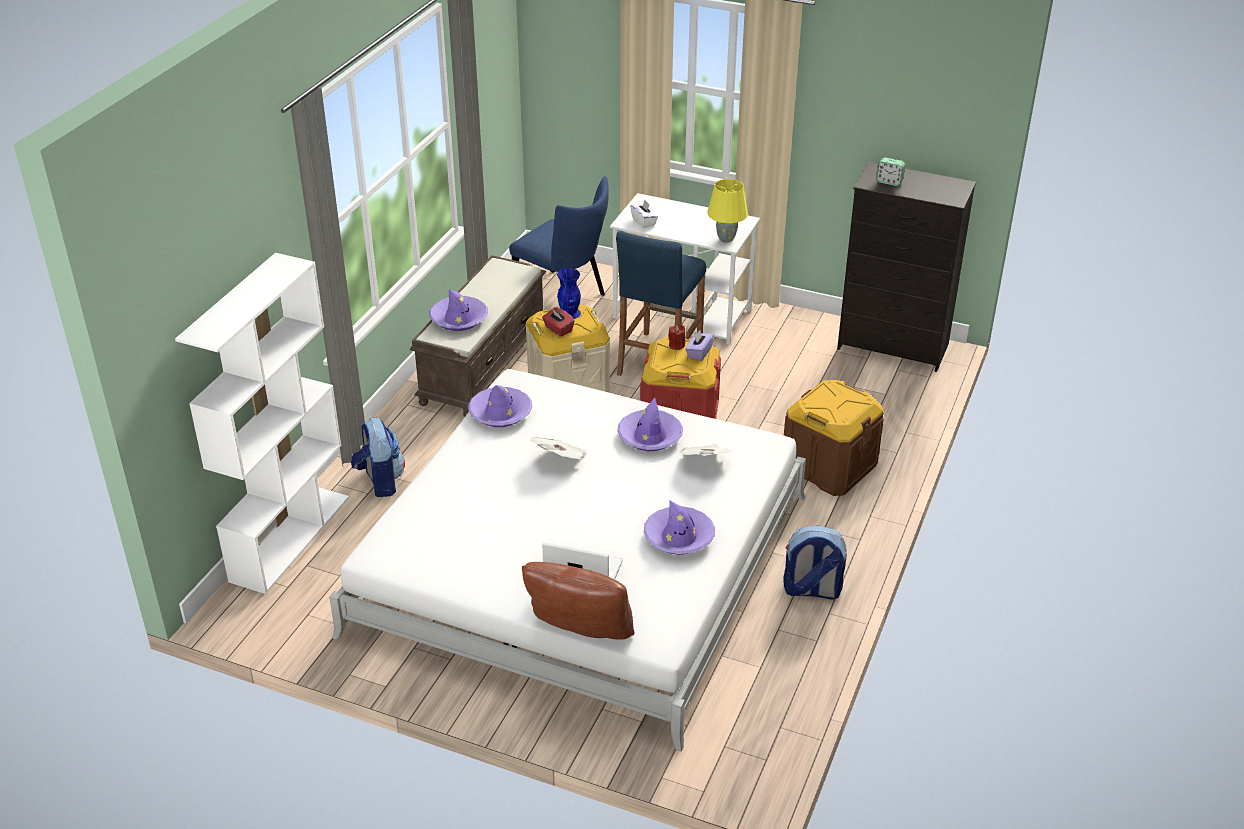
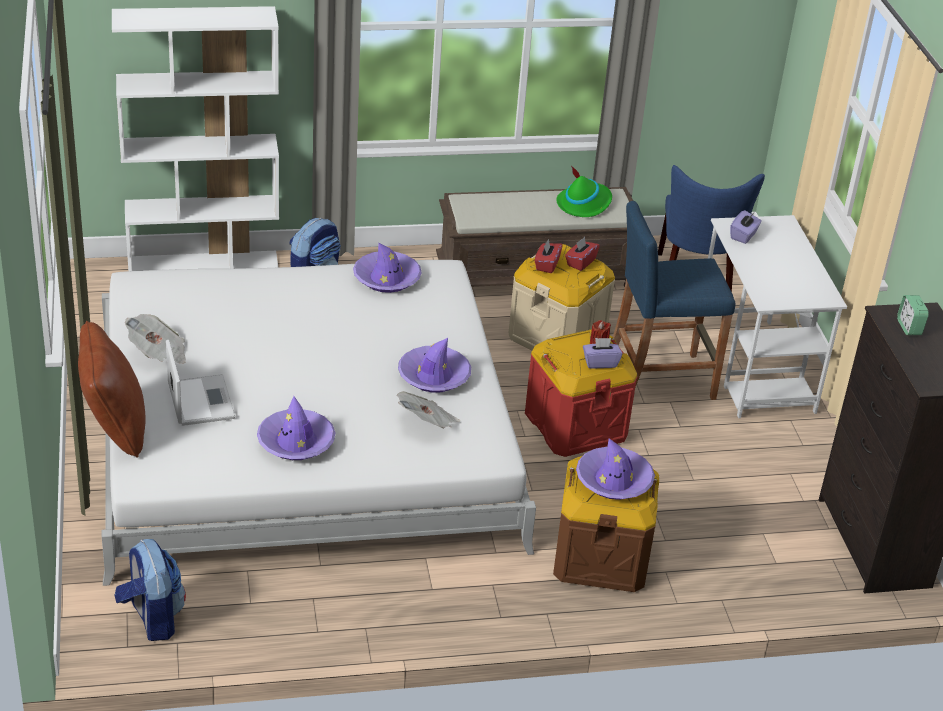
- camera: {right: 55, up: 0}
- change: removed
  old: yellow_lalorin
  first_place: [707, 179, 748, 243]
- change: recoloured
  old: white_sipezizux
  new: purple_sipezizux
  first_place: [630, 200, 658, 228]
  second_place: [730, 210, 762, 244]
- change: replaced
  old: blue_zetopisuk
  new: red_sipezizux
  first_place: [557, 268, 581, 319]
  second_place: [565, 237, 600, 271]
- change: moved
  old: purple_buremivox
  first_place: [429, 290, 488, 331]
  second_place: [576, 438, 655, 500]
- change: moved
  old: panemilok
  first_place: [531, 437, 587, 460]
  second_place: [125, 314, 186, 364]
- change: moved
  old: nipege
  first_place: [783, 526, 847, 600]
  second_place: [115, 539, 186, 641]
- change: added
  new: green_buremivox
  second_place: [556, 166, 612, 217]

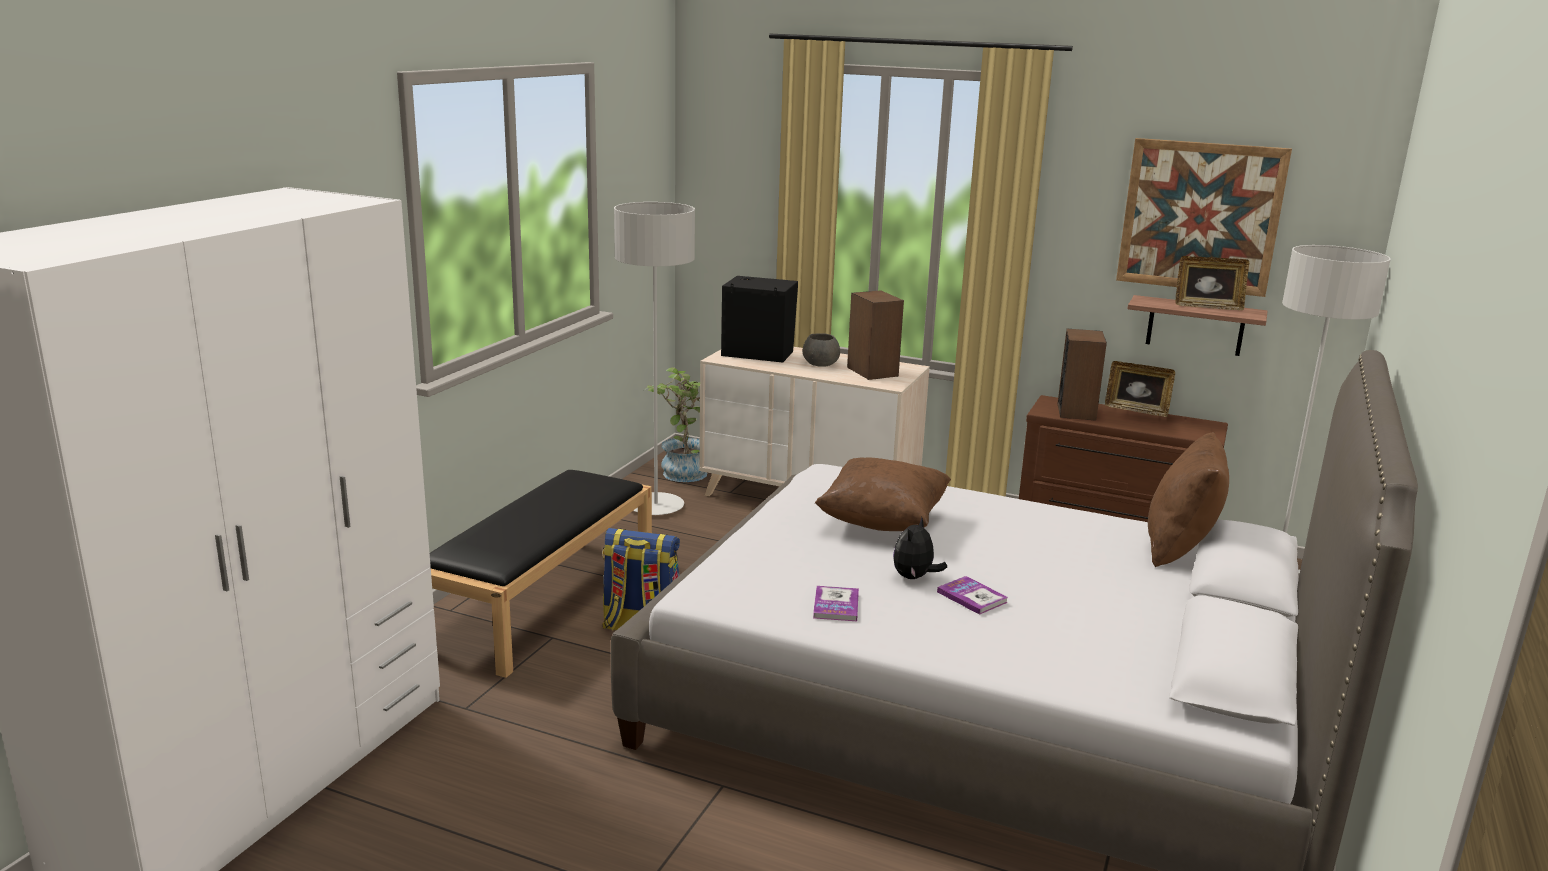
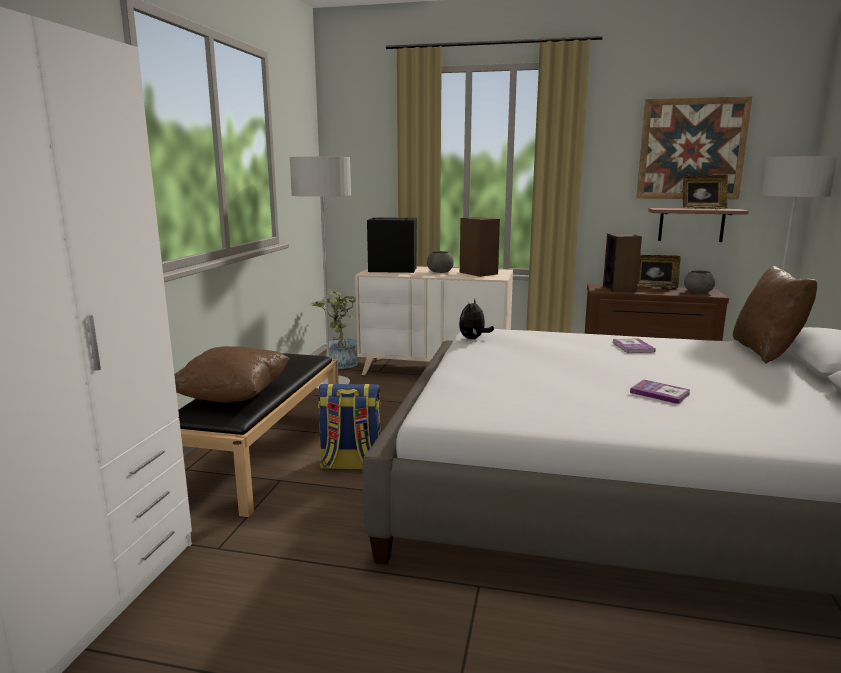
- camera: {right: -10, up: -5}
- change: moved
  old: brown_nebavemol
  first_place: [815, 458, 951, 531]
  second_place: [174, 346, 290, 403]
- change: moved
  old: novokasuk
  first_place: [893, 517, 947, 579]
  second_place: [459, 298, 494, 339]
- change: moved
  old: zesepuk
  first_place: [813, 586, 859, 621]
  second_place: [613, 338, 656, 353]
- change: added
  new: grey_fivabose
  second_place: [684, 270, 715, 293]

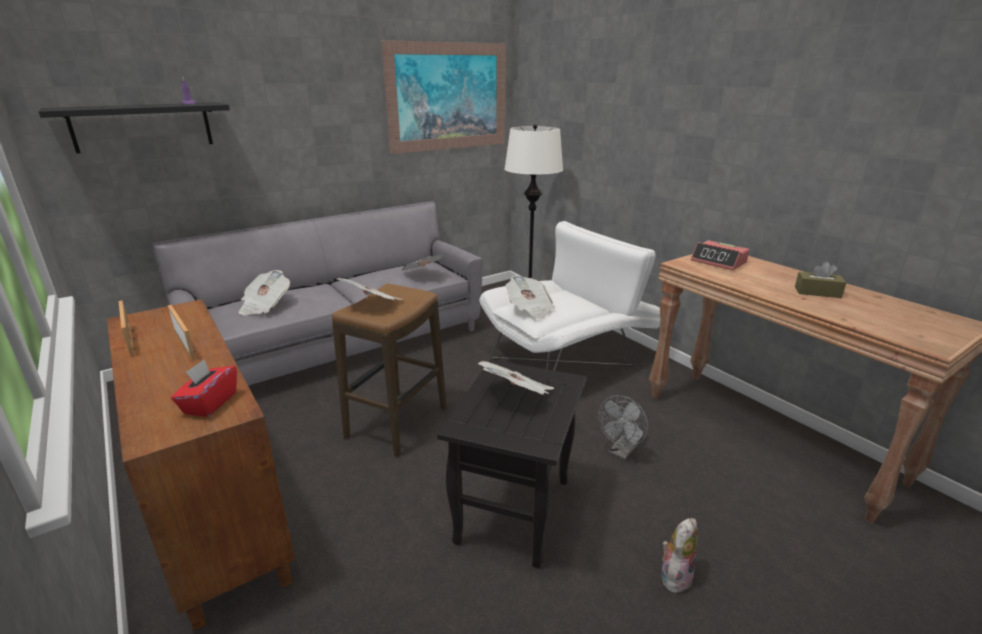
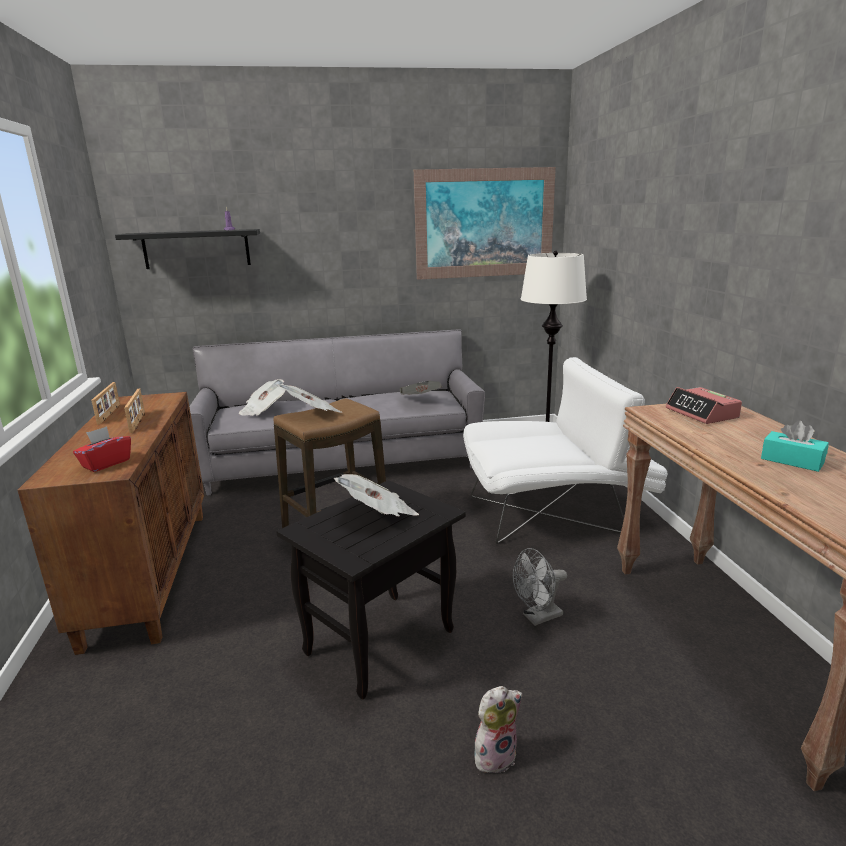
- camera: {right: 25, up: -5}
- change: recoloured
  old: brown_sipezizux
  new: turquoise_sipezizux
  first_place: [795, 262, 846, 298]
  second_place: [761, 420, 829, 472]
- change: removed
  old: panemilok
  first_place: [505, 275, 555, 320]

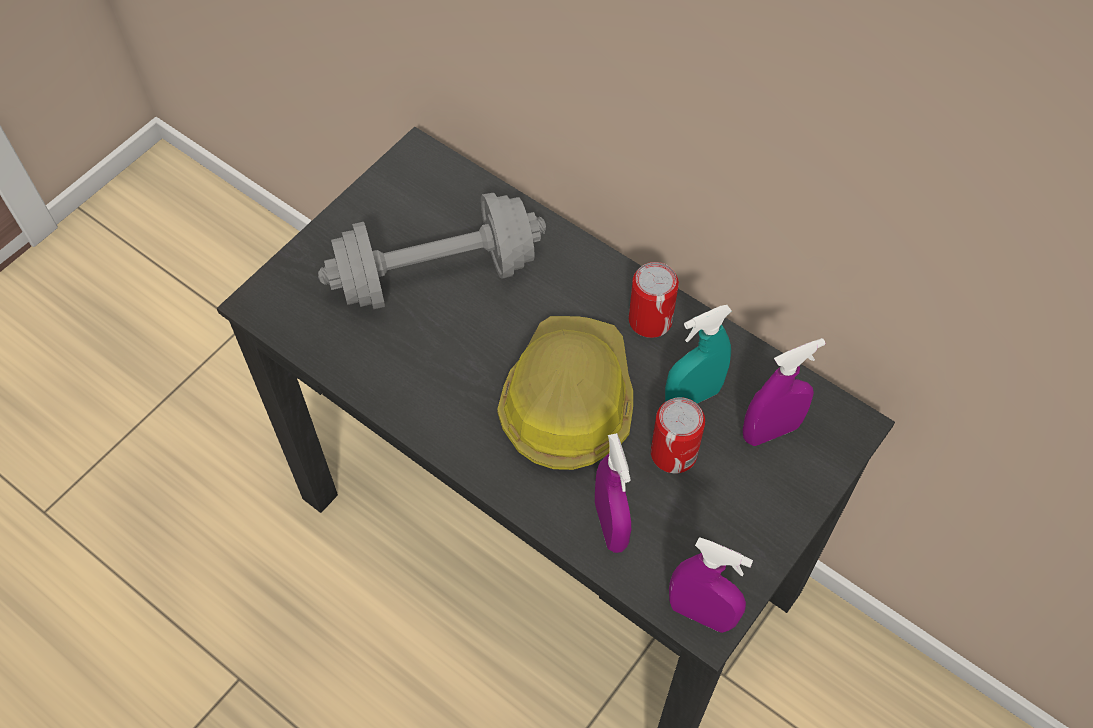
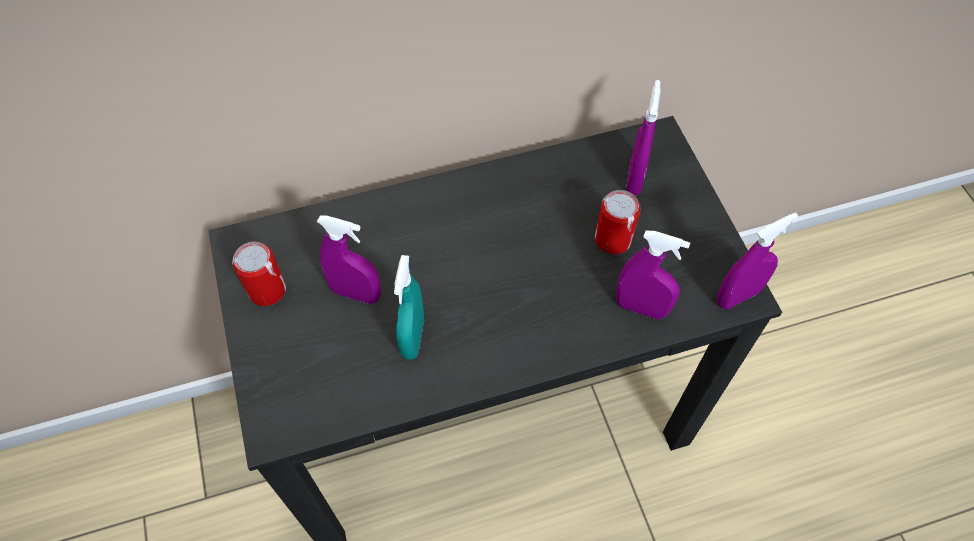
- camera: {right: -55, up: 0}
- change: replaced
  old: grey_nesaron
  new: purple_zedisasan
  first_place: [318, 193, 546, 309]
  second_place: [317, 215, 381, 304]
- change: moved
  old: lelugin
  first_place: [629, 262, 679, 338]
  second_place: [232, 241, 286, 306]
- change: moved
  old: turquoise_zedisasan
  first_place: [665, 305, 732, 404]
  second_place: [394, 255, 424, 360]
- change: removed
  old: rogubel
  first_place: [497, 316, 633, 470]

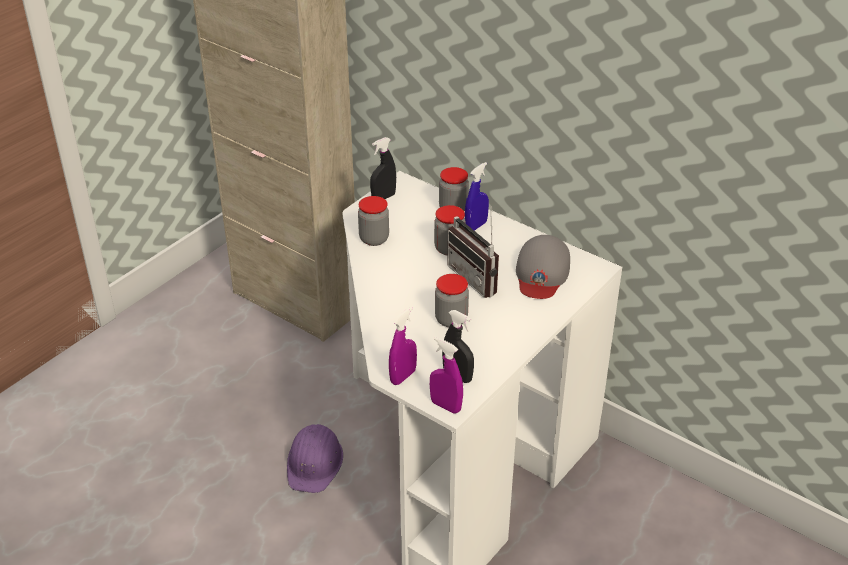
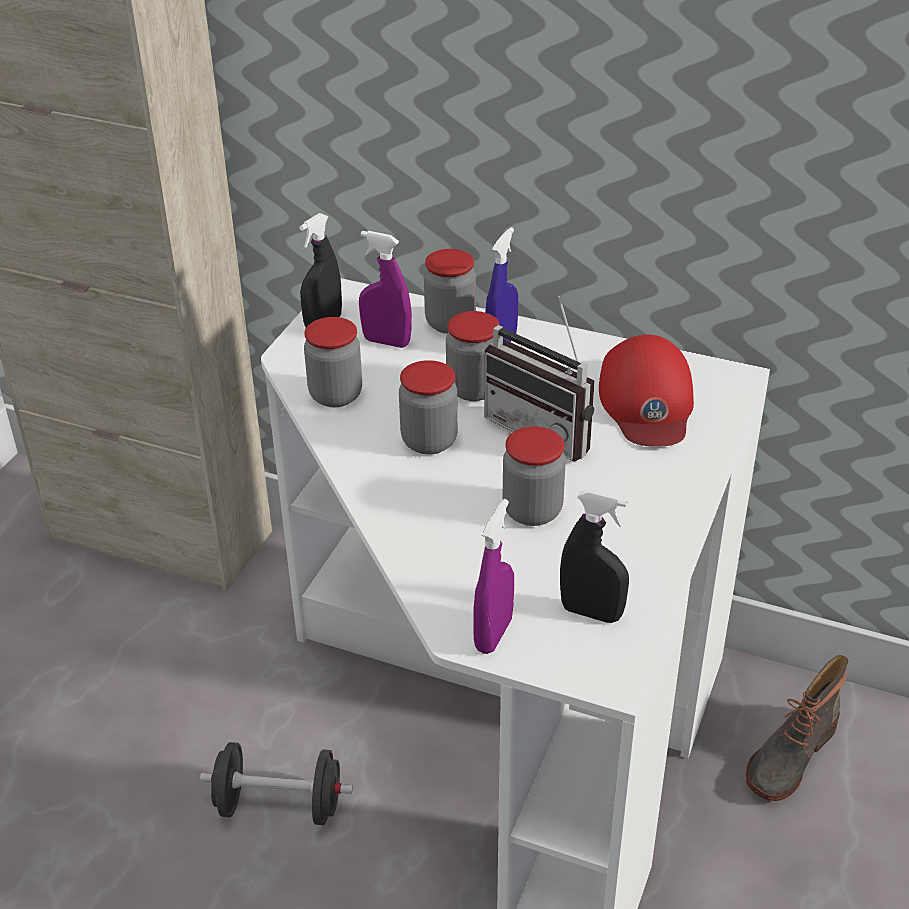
- camera: {right: -15, up: 0}
- change: recoloured
  old: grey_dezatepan
  new: red_dezatepan
  first_place: [516, 235, 570, 299]
  second_place: [599, 335, 694, 447]
- change: moved
  old: purple_zedisasan
  first_place: [430, 337, 463, 414]
  second_place: [359, 231, 412, 348]
- change: replaced
  old: purple_rogubel
  new: black_nesaron
  first_place: [287, 424, 343, 493]
  second_place: [200, 742, 353, 825]
- change: added
  new: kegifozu
  second_place: [399, 360, 458, 454]
- change: added
  new: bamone
  second_place: [746, 655, 849, 801]

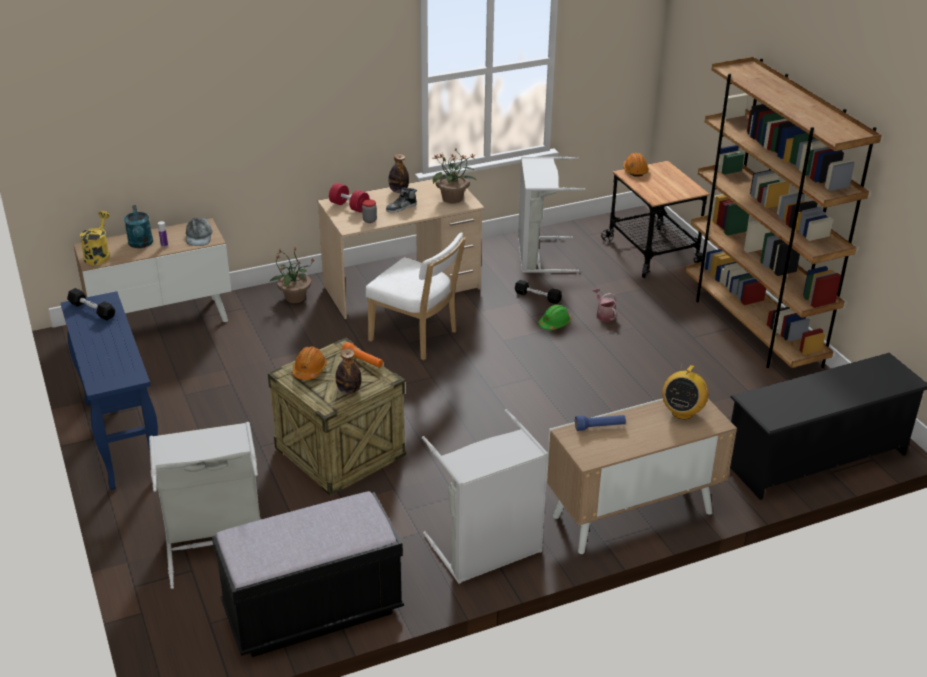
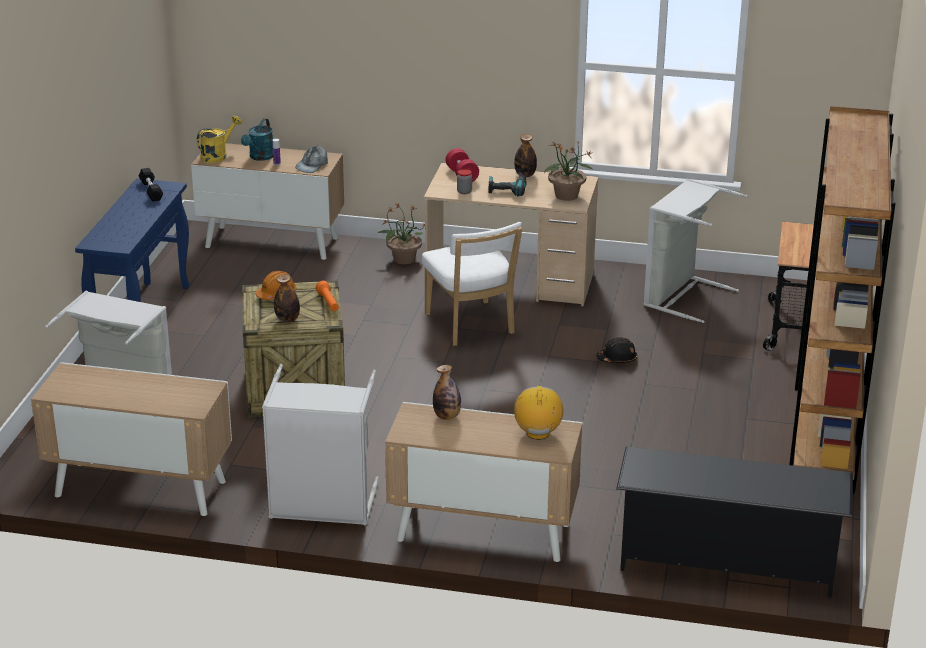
- camera: {right: 35, up: -5}
- change: removed
  old: orange_rogubel
  first_place: [623, 153, 649, 177]
- change: replaced
  old: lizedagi
  new: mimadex
  first_place: [386, 188, 417, 213]
  second_place: [489, 175, 527, 196]
- change: removed
  old: black_nesaron
  first_place: [515, 280, 562, 304]
- change: removed
  old: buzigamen
  first_place: [593, 288, 616, 322]
- change: recoloured
  old: green_rogubel
  new: black_rogubel
  first_place: [538, 304, 571, 330]
  second_place: [597, 337, 638, 363]
- change: turned
  old: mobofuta
  first_place: [662, 365, 708, 420]
  second_place: [514, 386, 563, 440]
  degrees: 120
- change: replaced
  old: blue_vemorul
  new: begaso
  first_place: [575, 415, 626, 431]
  second_place: [433, 365, 461, 420]
- change: replaced
  old: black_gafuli
  new: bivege
  first_place: [212, 491, 404, 657]
  second_place: [31, 362, 232, 516]

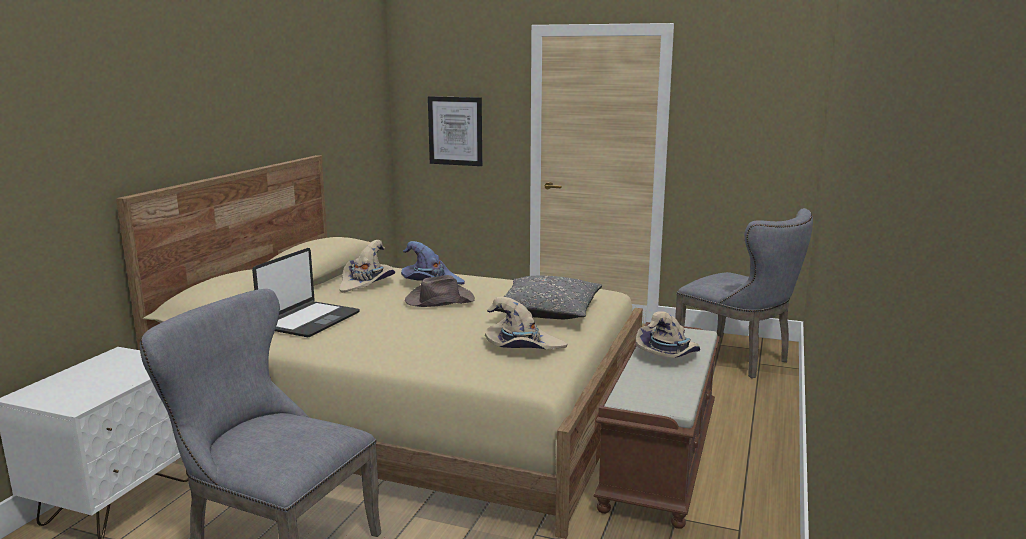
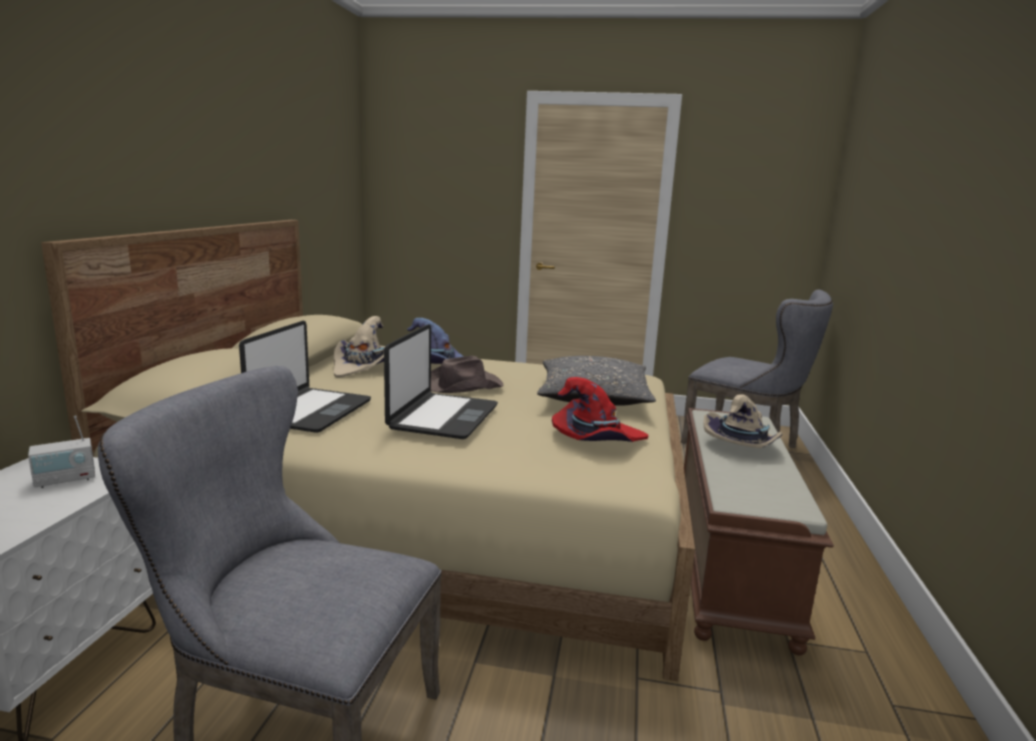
- camera: {right: -10, up: 0}
- change: removed
  old: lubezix
  first_place: [428, 96, 482, 166]
- change: recoloured
  old: beige_buremivox
  new: red_buremivox
  first_place: [485, 296, 567, 349]
  second_place: [552, 377, 648, 442]
- change: added
  new: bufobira
  second_place: [384, 324, 498, 439]
- change: added
  new: mobofuta
  second_place: [28, 416, 95, 488]

